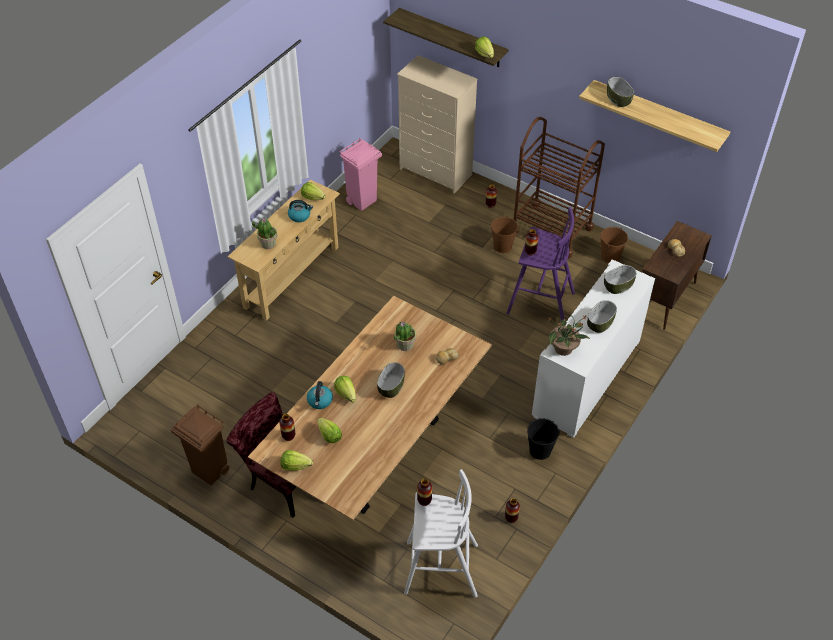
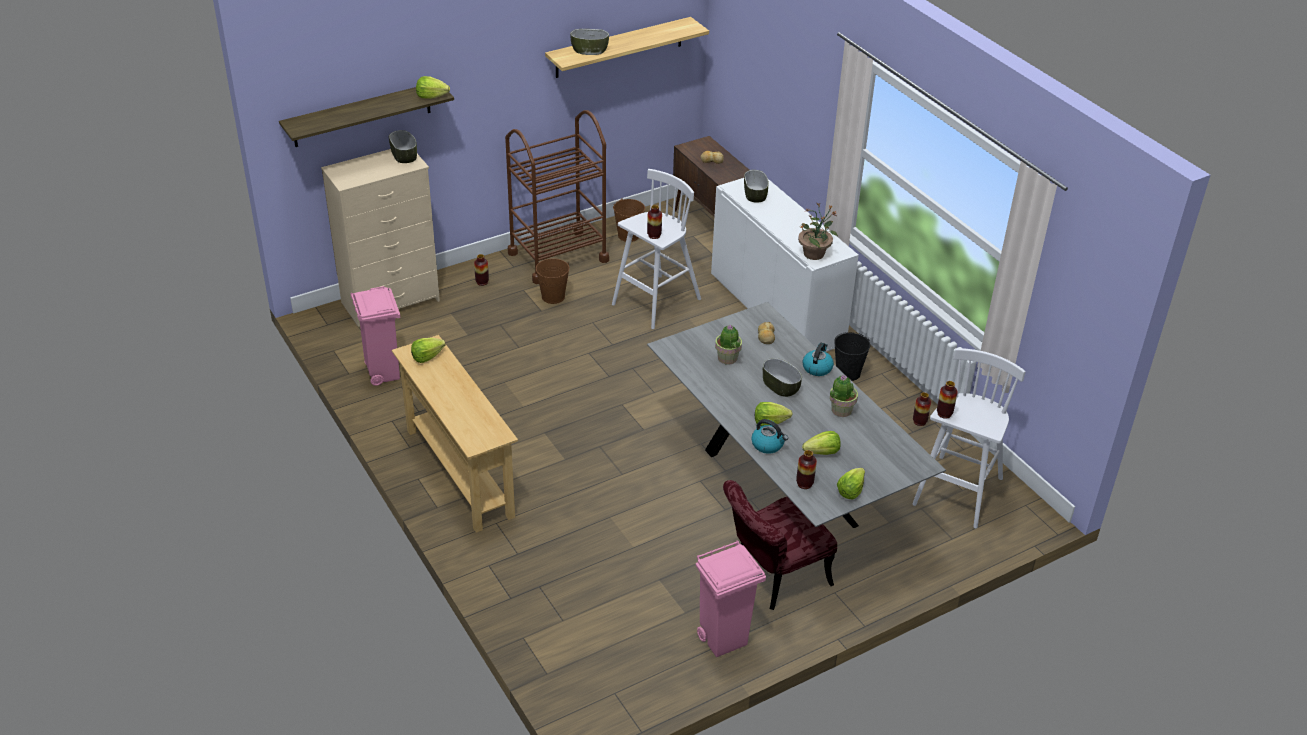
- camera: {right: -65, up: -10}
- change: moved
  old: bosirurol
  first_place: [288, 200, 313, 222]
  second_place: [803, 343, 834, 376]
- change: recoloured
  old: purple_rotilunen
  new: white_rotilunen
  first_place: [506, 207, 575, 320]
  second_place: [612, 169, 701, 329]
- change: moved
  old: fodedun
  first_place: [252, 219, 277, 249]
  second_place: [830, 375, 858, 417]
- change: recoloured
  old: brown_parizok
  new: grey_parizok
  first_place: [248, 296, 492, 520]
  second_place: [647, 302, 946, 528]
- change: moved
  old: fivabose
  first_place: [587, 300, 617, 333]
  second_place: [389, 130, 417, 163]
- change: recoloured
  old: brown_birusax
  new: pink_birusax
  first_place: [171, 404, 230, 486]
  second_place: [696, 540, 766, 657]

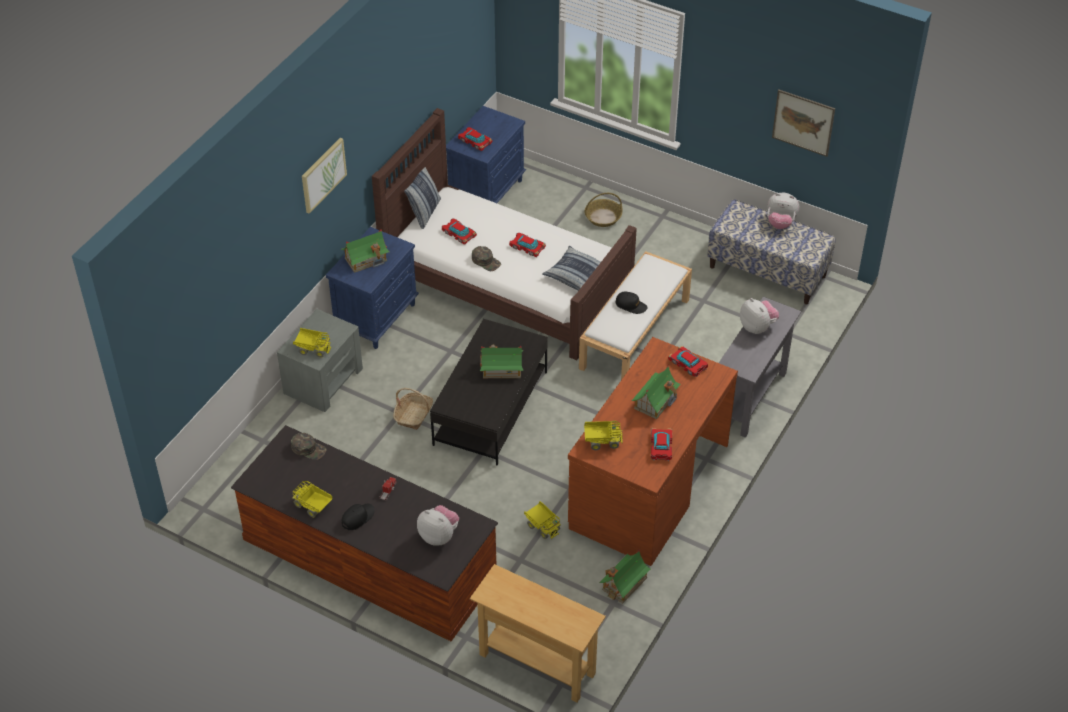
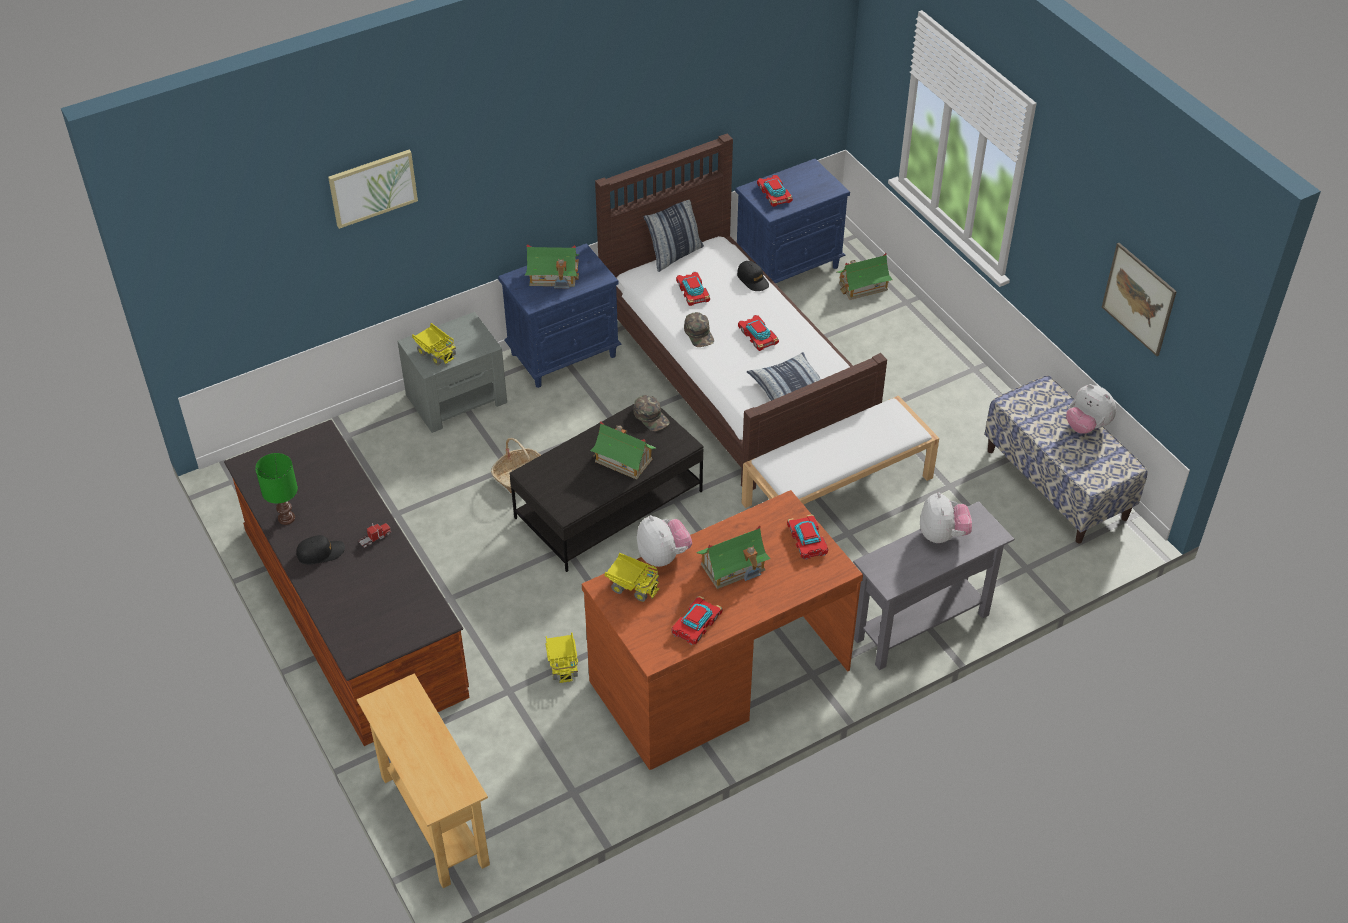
- camera: {right: 30, up: 0}
- change: moved
  old: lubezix
  first_place: [302, 138, 347, 214]
  second_place: [328, 150, 418, 229]
- change: removed
  old: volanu
  first_place: [584, 193, 622, 227]
- change: moved
  old: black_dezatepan
  first_place: [615, 292, 648, 314]
  second_place: [737, 261, 769, 291]
- change: moved
  old: green_dezatepan
  first_place: [291, 433, 326, 460]
  second_place: [633, 395, 670, 431]
- change: replaced
  old: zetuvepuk
  new: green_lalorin
  first_place: [292, 481, 333, 518]
  second_place: [255, 453, 298, 525]
- change: moved
  old: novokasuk
  first_place: [417, 505, 459, 546]
  second_place: [637, 515, 692, 567]
- change: moved
  old: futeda
  first_place: [599, 549, 651, 603]
  second_place: [837, 253, 893, 300]

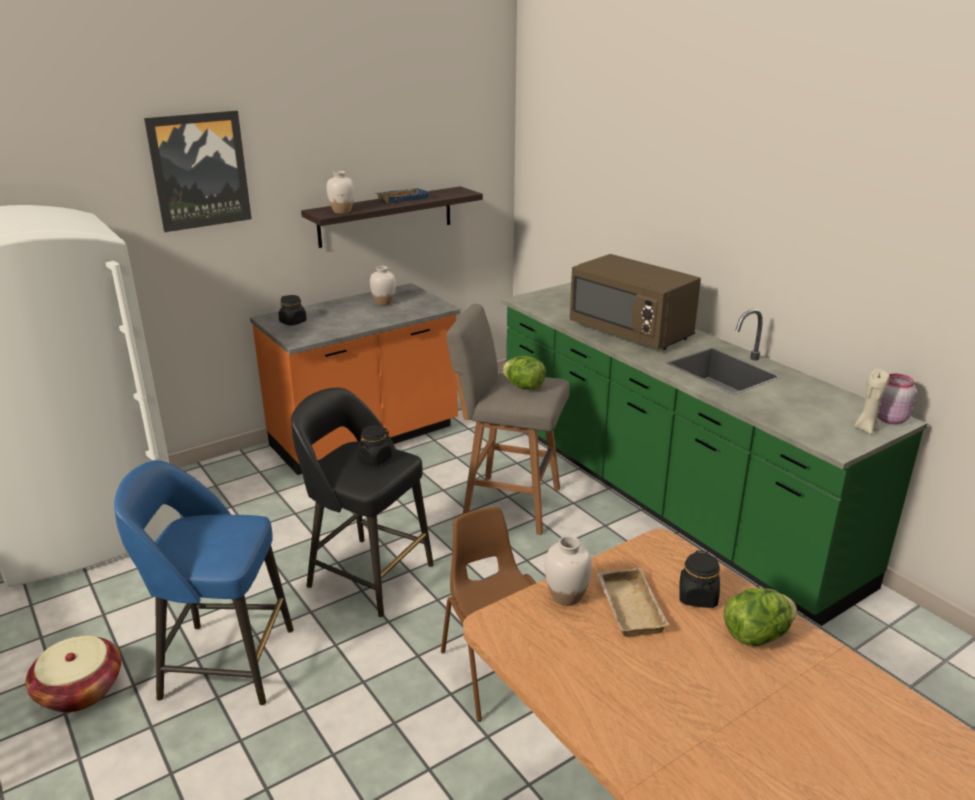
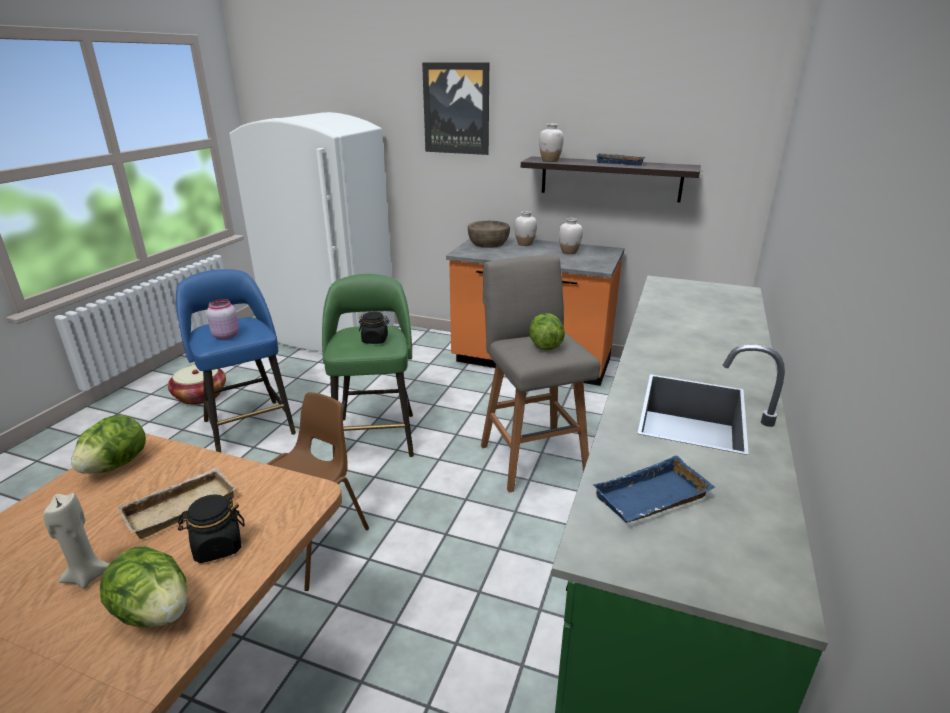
- camera: {right: 55, up: 0}
- change: removed
  old: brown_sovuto
  first_place: [570, 254, 701, 350]
- change: replaced
  old: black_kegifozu
  new: brown_fivabose
  first_place: [278, 295, 307, 325]
  second_place: [468, 221, 510, 248]
- change: moved
  old: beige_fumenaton
  first_place: [854, 369, 890, 434]
  second_place: [43, 493, 110, 589]
- change: moved
  old: pink_kegifozu
  first_place: [878, 374, 917, 424]
  second_place: [207, 299, 239, 339]
- change: recoloured
  old: black_rotilunen
  new: green_rotilunen
  first_place: [291, 388, 434, 617]
  second_place: [322, 274, 414, 458]
- change: moved
  old: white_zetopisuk
  first_place: [545, 536, 592, 606]
  second_place: [515, 211, 537, 246]
- change: added
  new: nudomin
  second_place: [71, 415, 146, 474]
- change: added
  new: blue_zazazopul
  second_place: [593, 455, 716, 523]

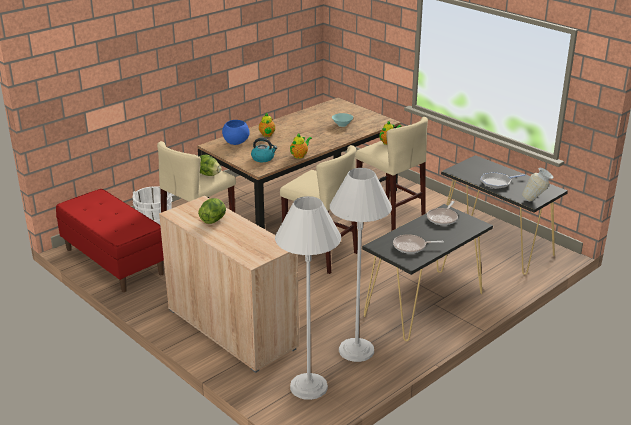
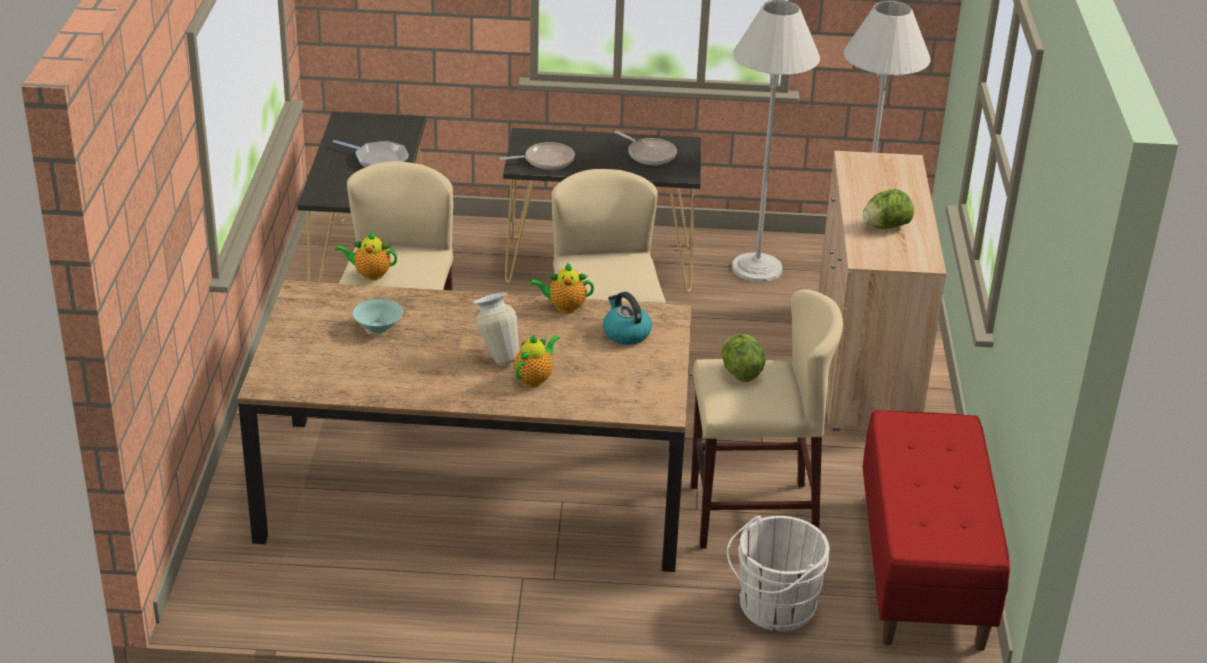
- camera: {right: -135, up: 5}
- change: removed
  old: blue_fivabose
  first_place: [222, 120, 249, 145]
- change: moved
  old: zetopisuk
  first_place: [522, 167, 553, 202]
  second_place: [473, 292, 519, 365]

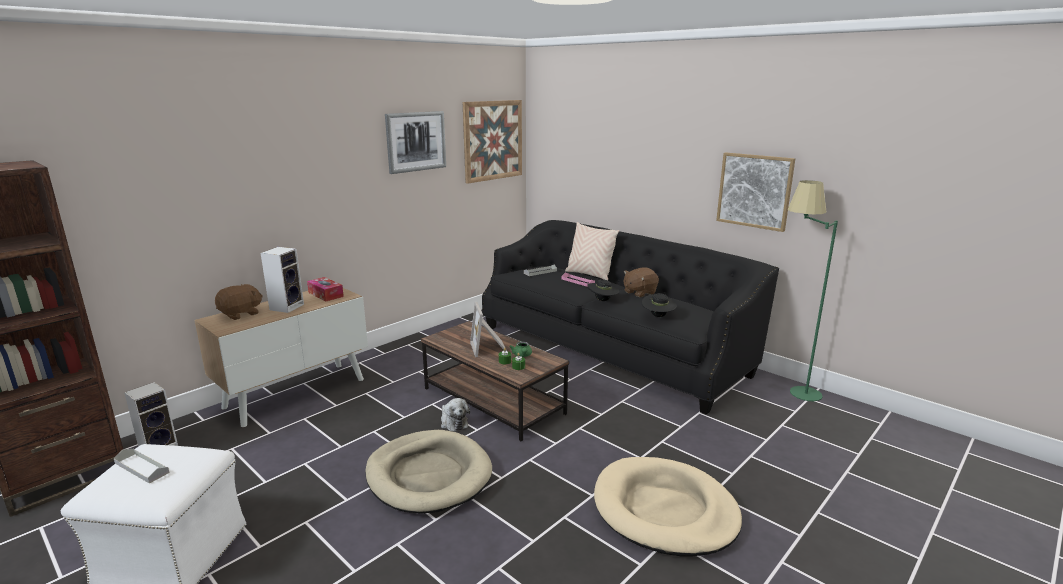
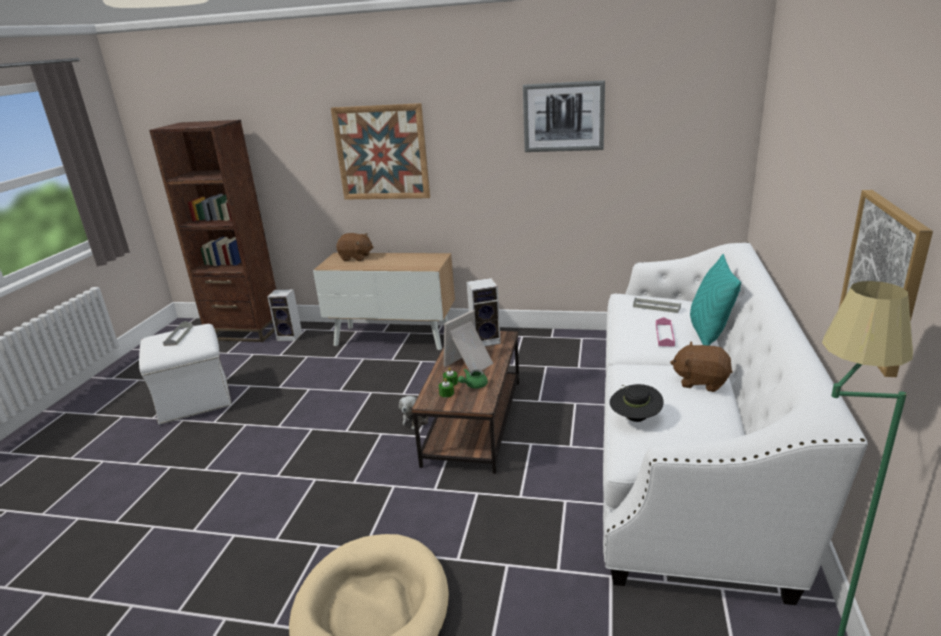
- camera: {right: 60, up: 5}
- change: moved
  old: lubezix
  first_place: [463, 100, 522, 184]
  second_place: [331, 103, 430, 200]
- change: recoloured
  old: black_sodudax
  new: white_sodudax
  first_place: [482, 220, 779, 415]
  second_place: [603, 242, 868, 605]
- change: recoloured
  old: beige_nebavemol
  new: turquoise_nebavemol
  first_place: [565, 222, 619, 280]
  second_place: [690, 254, 741, 346]
- change: moved
  old: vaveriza
  first_place: [261, 247, 304, 313]
  second_place: [467, 278, 501, 346]
- change: removed
  old: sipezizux
  first_place: [307, 277, 344, 301]
- change: removed
  old: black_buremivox
  first_place: [587, 279, 619, 301]
- change: removed
  old: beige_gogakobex
  first_place: [365, 430, 492, 513]

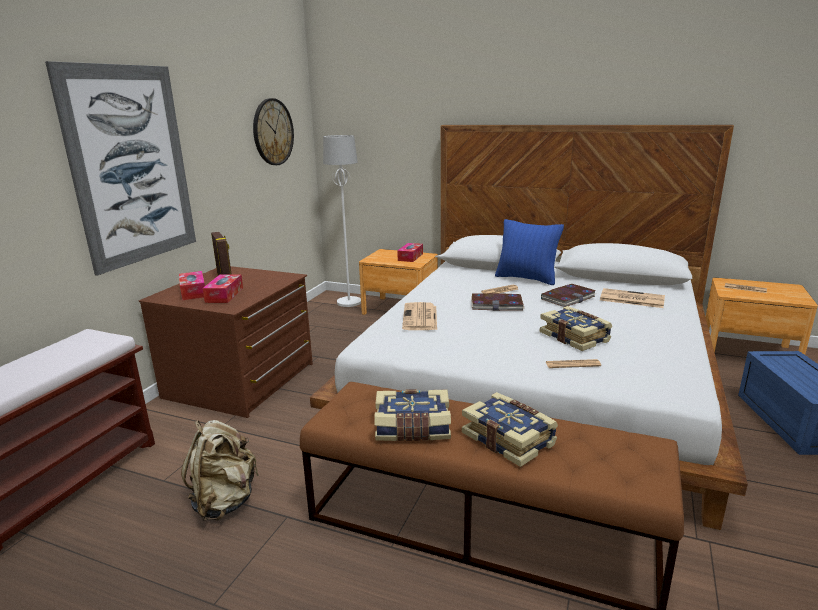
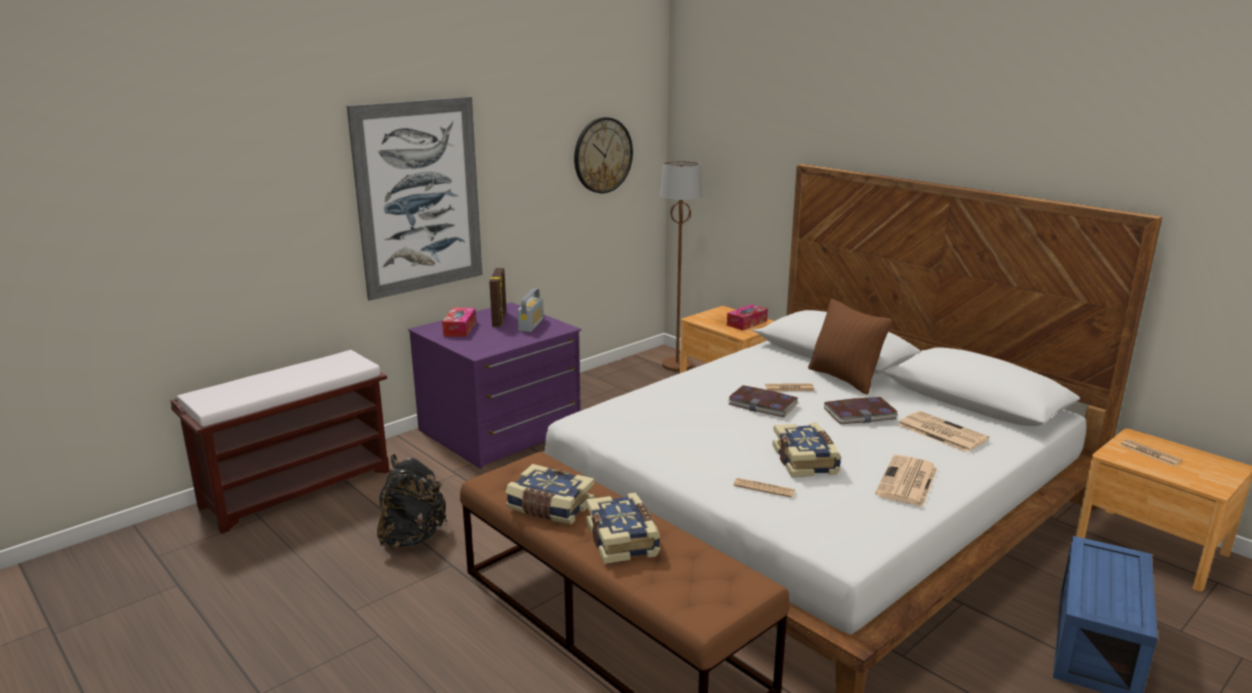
- camera: {right: 25, up: 0}
- change: recoloured
  old: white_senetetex
  new: brown_senetetex
  first_place: [323, 135, 361, 307]
  second_place: [660, 161, 702, 371]
- change: recoloured
  old: blue_nebavemol
  new: brown_nebavemol
  first_place: [495, 219, 564, 285]
  second_place: [808, 299, 892, 394]
- change: recoloured
  old: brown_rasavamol
  new: purple_rasavamol
  first_place: [139, 266, 313, 418]
  second_place: [408, 302, 581, 469]
- change: removed
  old: sipezizux
  first_place: [202, 274, 243, 303]
- change: moved
  old: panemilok
  first_place: [402, 302, 437, 330]
  second_place: [875, 455, 938, 507]
- change: recoloured
  old: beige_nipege
  new: black_nipege
  first_place: [181, 420, 258, 521]
  second_place: [377, 454, 447, 549]
- change: added
  new: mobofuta
  second_place: [518, 288, 544, 332]

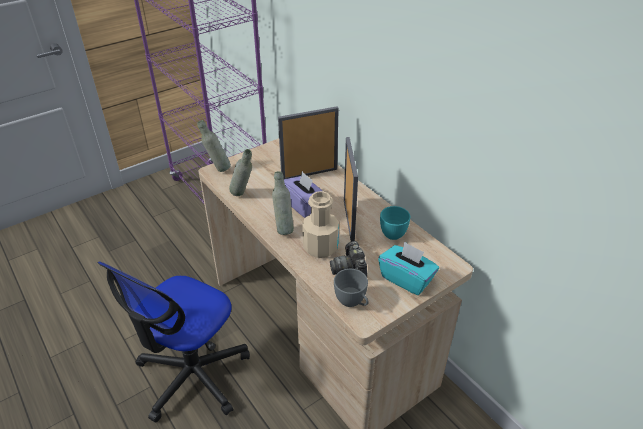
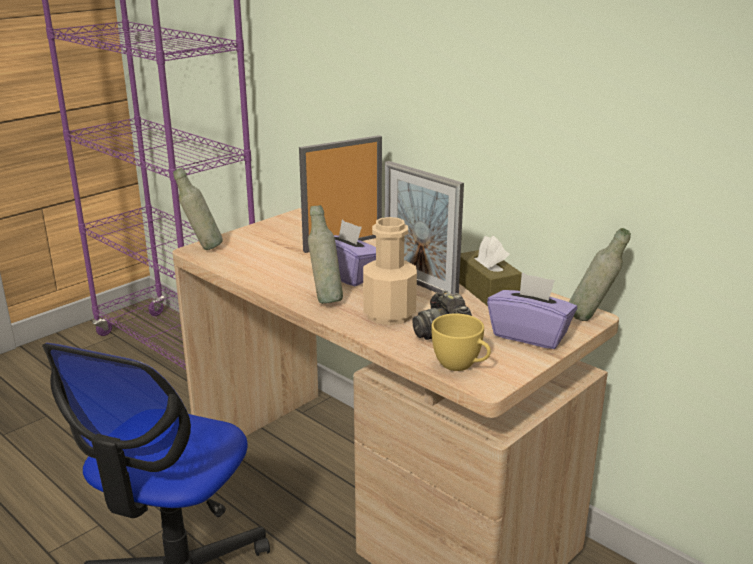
- camera: {right: -10, up: -15}
- change: turned
  old: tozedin
  first_place: [344, 137, 358, 242]
  second_place: [385, 161, 464, 294]
  degrees: 150
- change: moved
  old: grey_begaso
  first_place: [229, 149, 252, 196]
  second_place: [569, 228, 631, 321]
- change: replaced
  old: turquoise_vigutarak
  new: brown_sipezizux
  first_place: [380, 206, 410, 240]
  second_place: [459, 236, 522, 306]
- change: recoloured
  old: turquoise_sipezizux
  new: purple_sipezizux
  first_place: [378, 242, 439, 295]
  second_place: [487, 273, 577, 349]
- change: recoloured
  old: grey_vigutarak
  new: yellow_vigutarak
  first_place: [334, 269, 369, 307]
  second_place: [432, 313, 491, 371]

